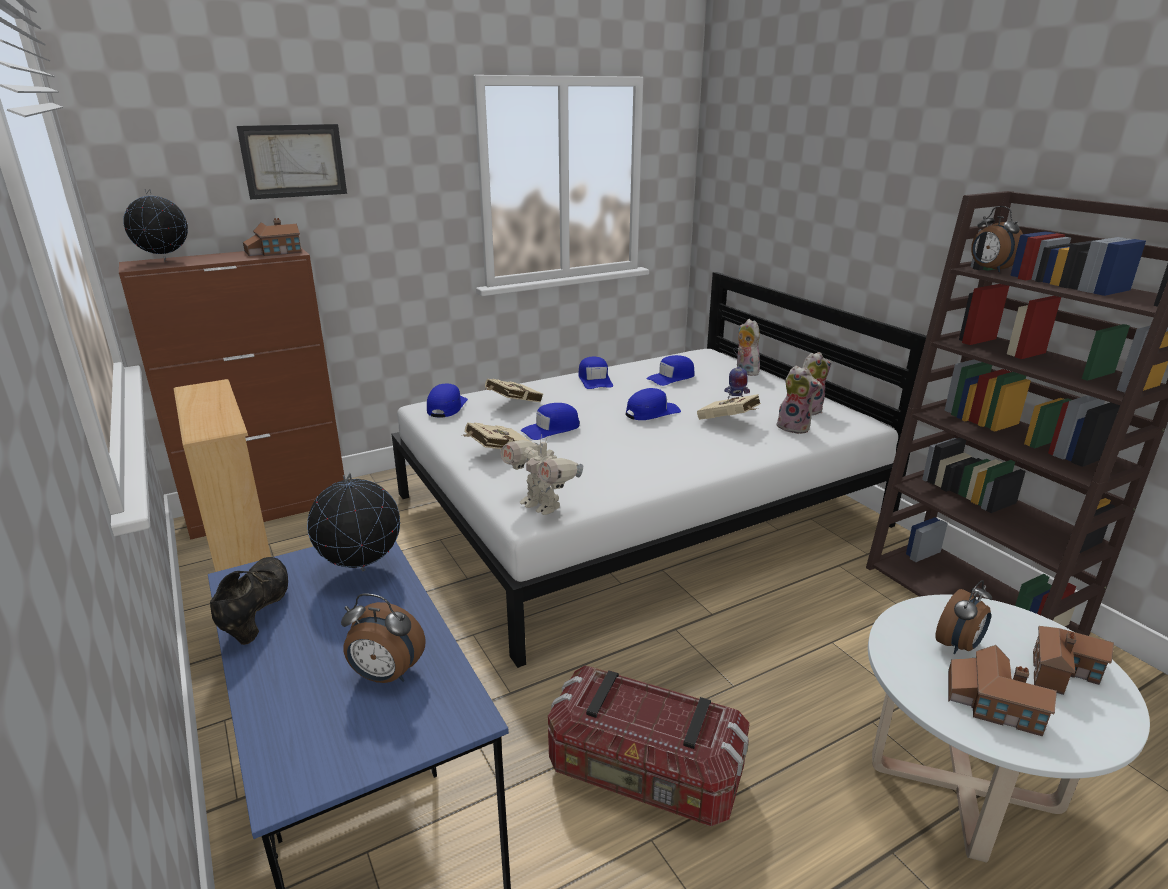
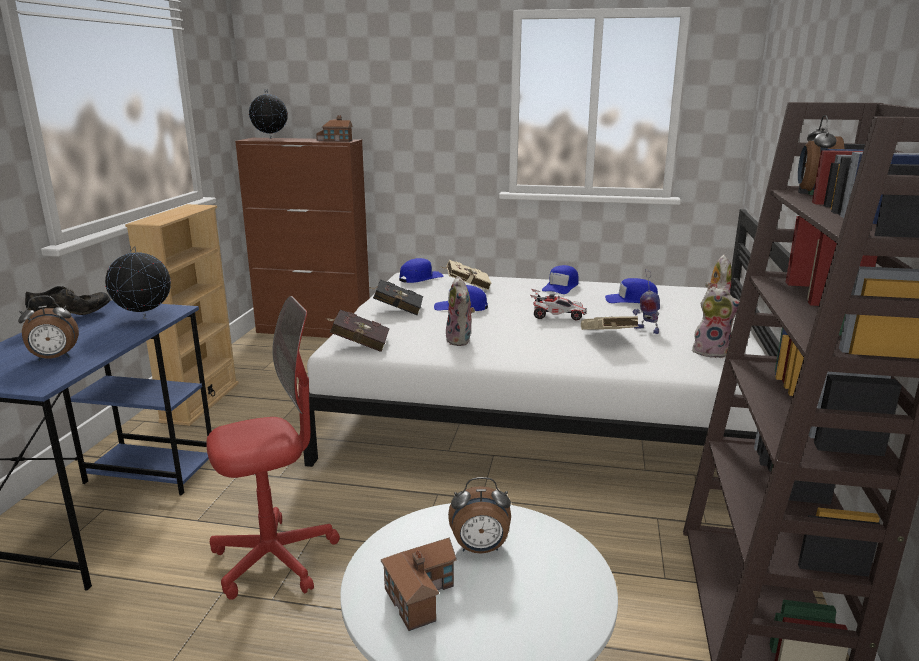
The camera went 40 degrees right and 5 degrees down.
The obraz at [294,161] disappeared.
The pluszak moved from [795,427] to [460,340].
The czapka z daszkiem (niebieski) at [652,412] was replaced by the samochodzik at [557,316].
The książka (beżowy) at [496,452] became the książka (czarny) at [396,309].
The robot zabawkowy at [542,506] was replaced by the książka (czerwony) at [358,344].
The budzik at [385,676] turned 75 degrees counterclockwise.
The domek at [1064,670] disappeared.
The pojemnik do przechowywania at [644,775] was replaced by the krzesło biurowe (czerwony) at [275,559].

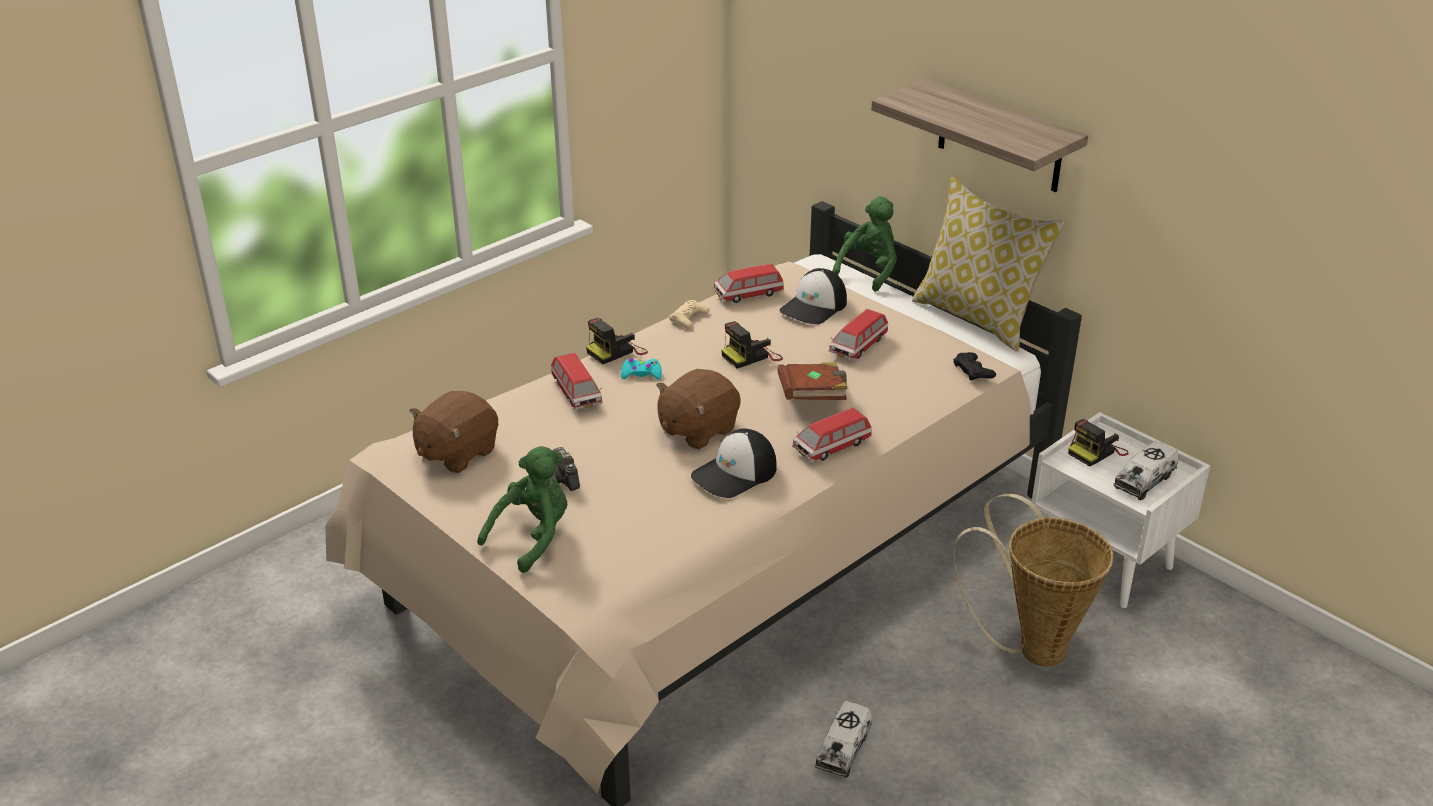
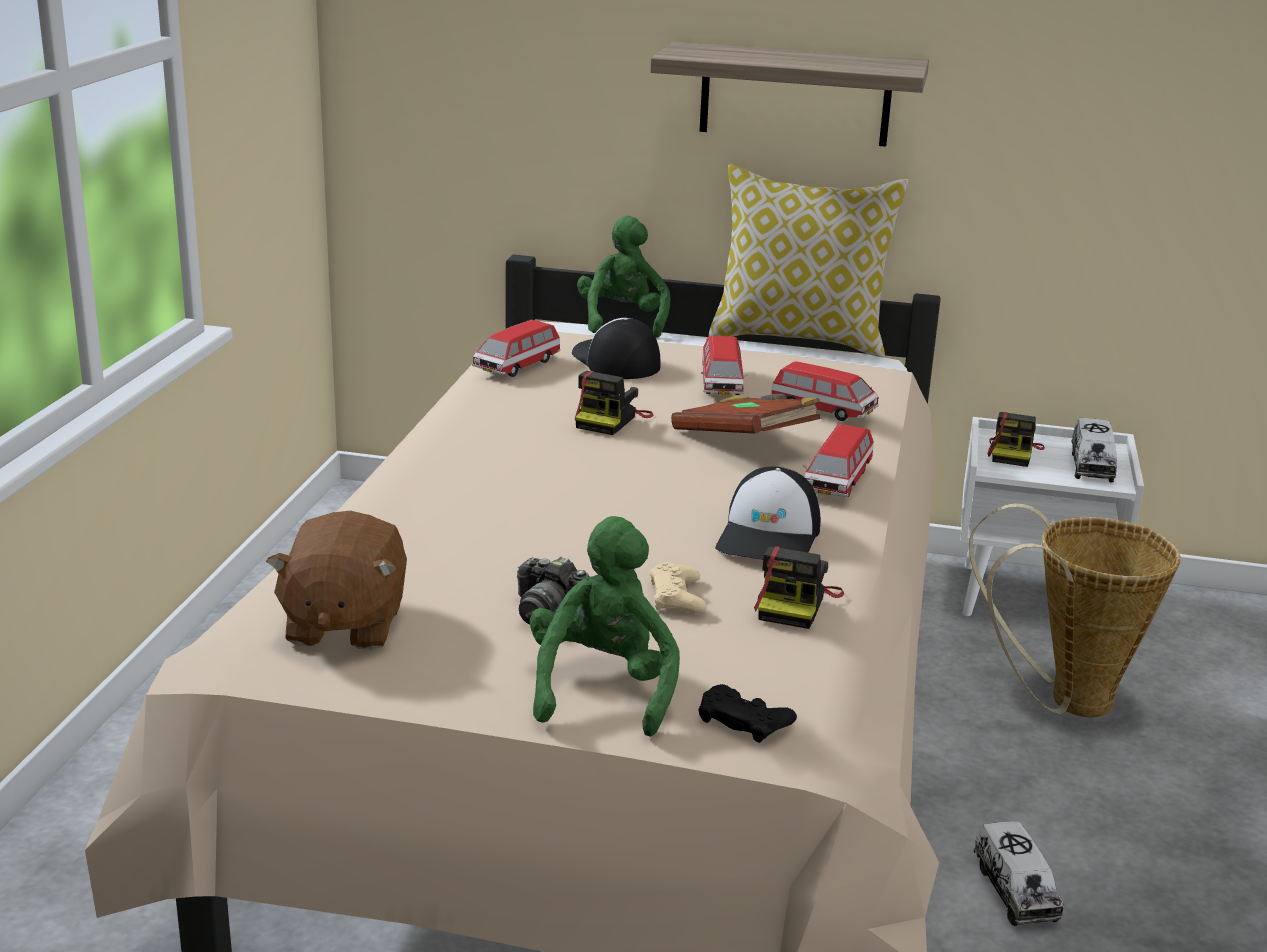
The camera went 35 degrees left and 10 degrees down.
The czapka z daszkiem at [814,307] turned 150 degrees clockwise.
The pad do gier (beżowy) moved from [689,318] to [677,596].
The aparat fotograficzny moved from [616,351] to [795,604].
The pad do gier (czarny) moved from [973,370] to [744,720].
The samochodzik moved from [576,393] to [823,409].
The pad do gier (turkusowy) at [641,374] disappeared.
The pluszak (brązowy) at [697,430] disappeared.

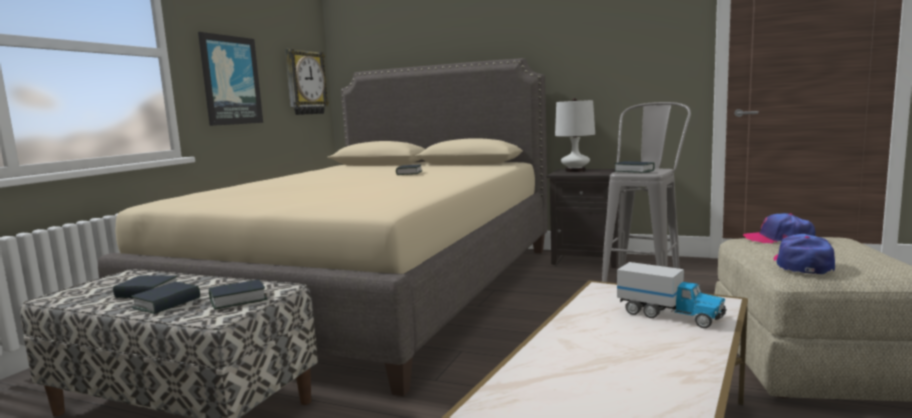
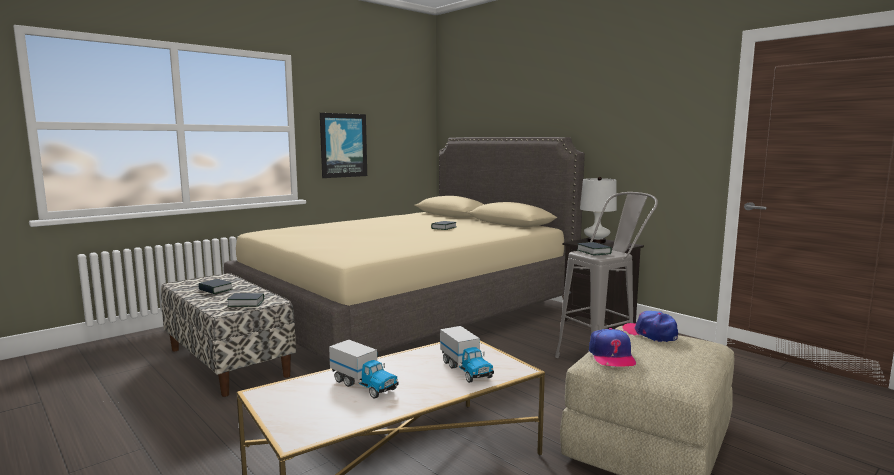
The camera went 25 degrees right and 0 degrees up.
The zegar ścienny at [305,83] disappeared.
The czapka z daszkiem at [802,264] turned 135 degrees clockwise.
The książka at [167,303] disappeared.
The ciężarówka zabawkowa at [364,385] appeared.

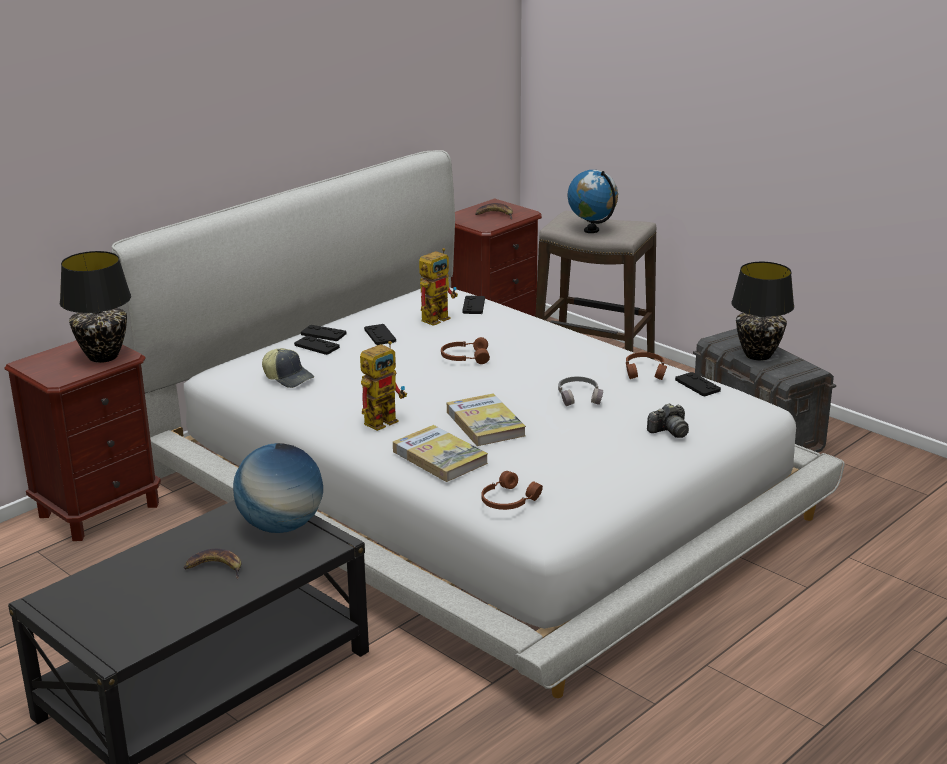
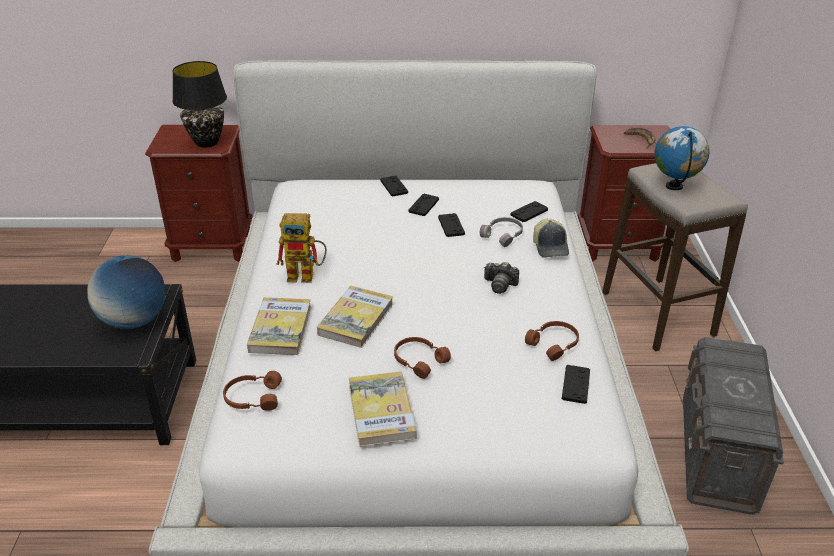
The camera went 45 degrees right and 10 degrees up.
The robot zabawkowy at [438,317] disappeared.
The lampa stołowa (czarny) at [758,355] disappeared.
The pad do gier (czarny) moved from [316,346] to [451,226].
The słuchawki (brązowy) moved from [465,357] to [419,360].
The czapka z daszkiem moved from [288,377] to [551,247].
The słuchawki (szary) moved from [579,396] to [503,235].
The aparat fotograficzny moved from [669,431] to [500,285].
The banan at [216,568] disappeared.
The książka at [381,411] appeared.

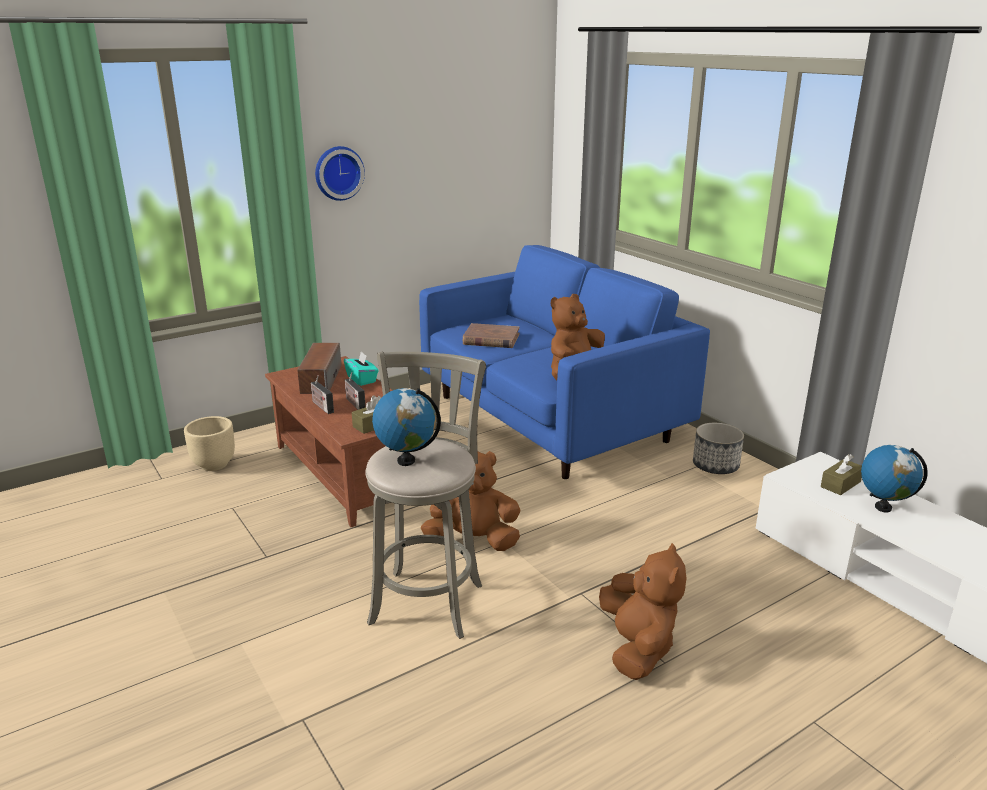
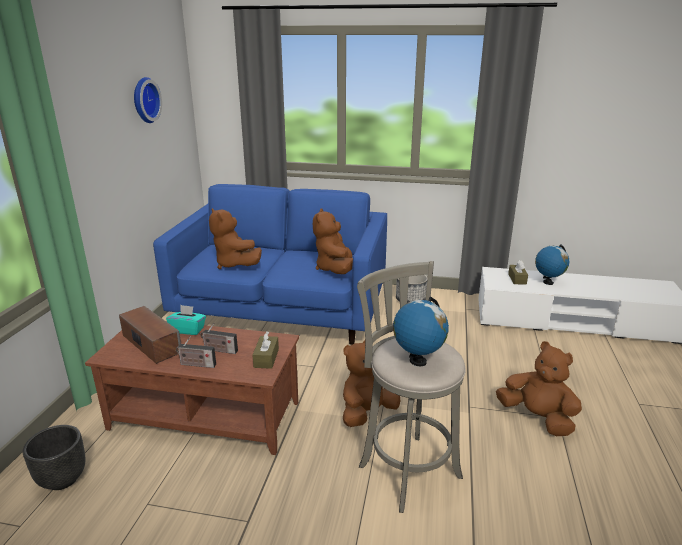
The camera went 45 degrees left and 0 degrees up.
The zegar ścienny moved from [338,173] to [144,100].
The książka (brązowy) at [491,339] was replaced by the pluszak (brązowy) at [235,264].
The donica (beżowy) at [214,465] became the donica (czarny) at [62,479].

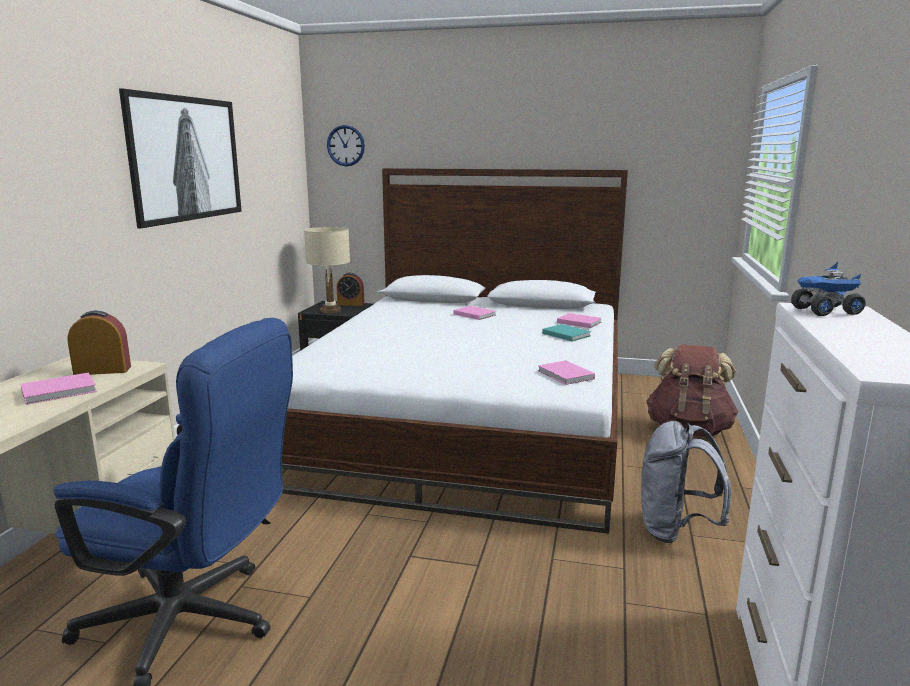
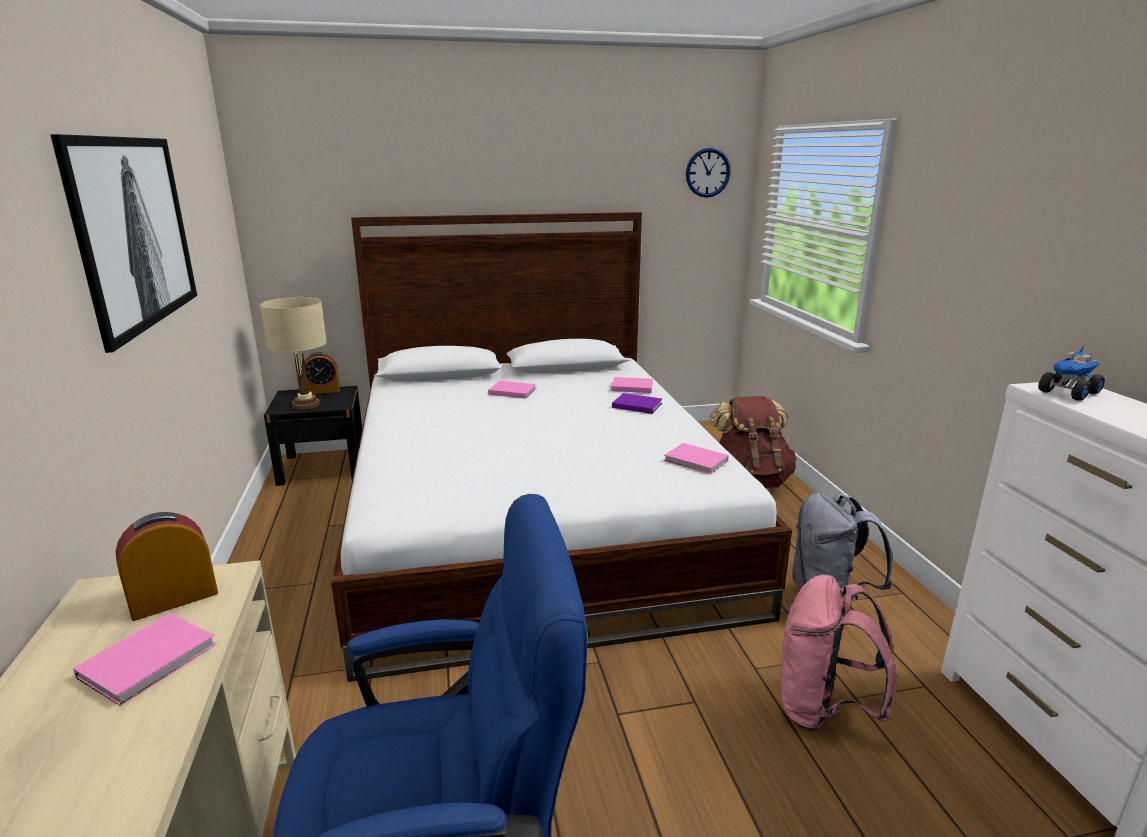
The camera went 25 degrees left and 5 degrees up.
The zegar ścienny moved from [345,145] to [707,172].
The książka (turkusowy) at [566,334] became the książka (fioletowy) at [636,405].
The plecak (różowy) at [823,709] appeared.

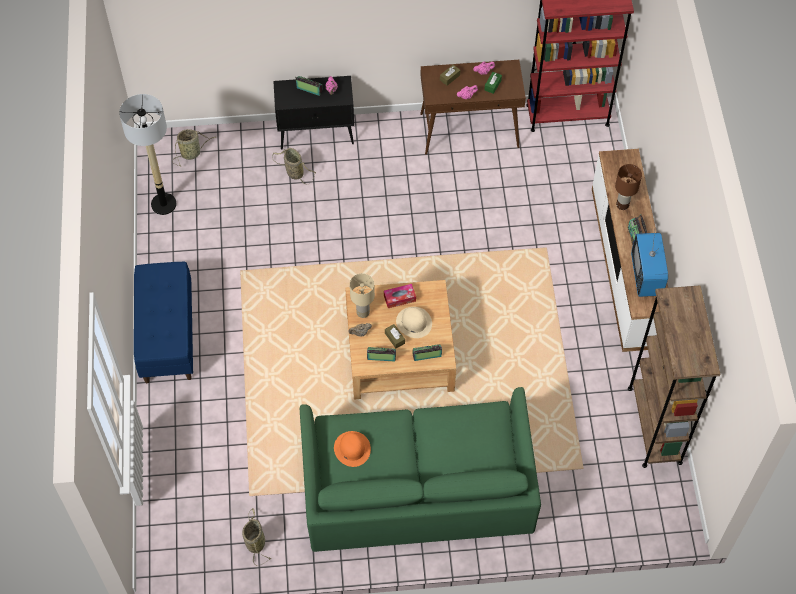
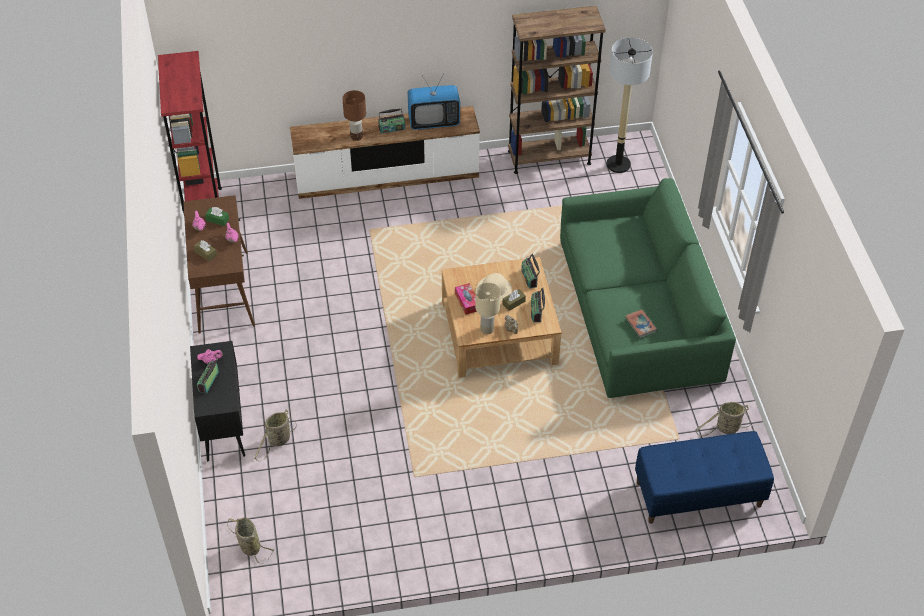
The camera went 95 degrees left and 10 degrees down.
The lampa stojąca moved from [163,204] to [618,164].
The ławka (niebieski) moved from [167,335] to [698,494].
The kapelusz (pomarańczowy) at [352,448] was replaced by the książka at [640,325].

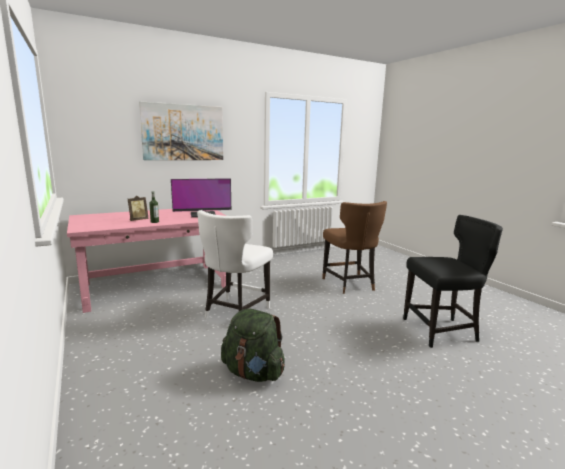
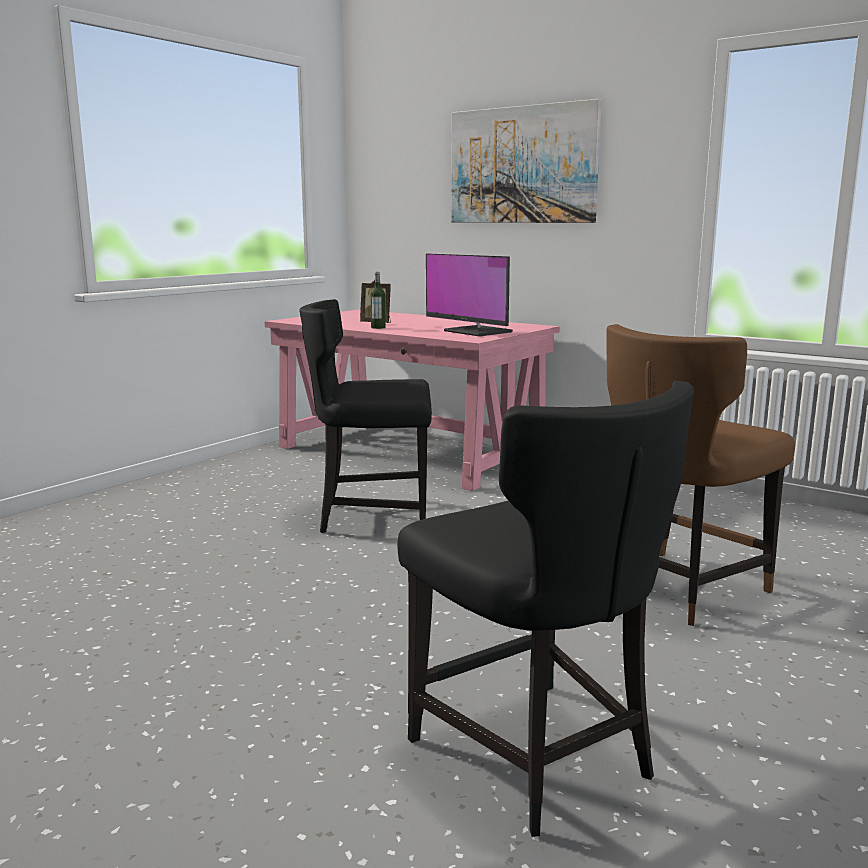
The camera went 65 degrees right and 0 degrees up.
The krzesło (biały) at [235,312] became the krzesło (czarny) at [372,517].
The plecak (zielony) at [253,373] disappeared.

